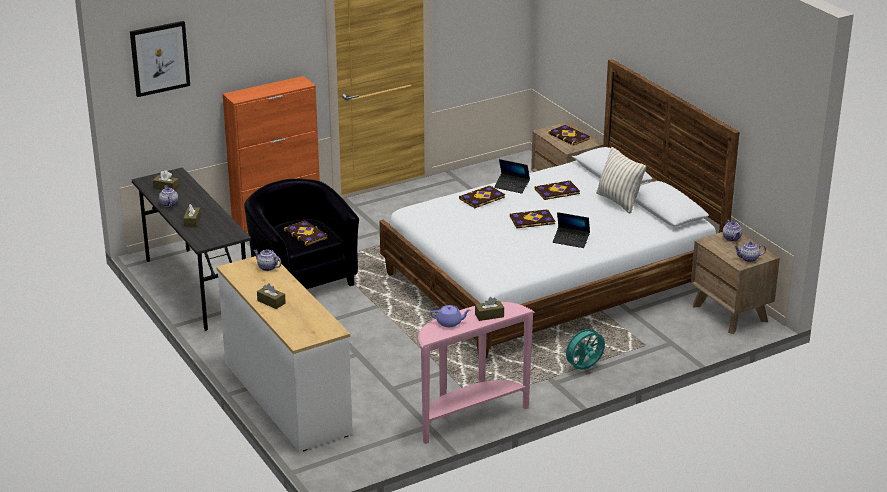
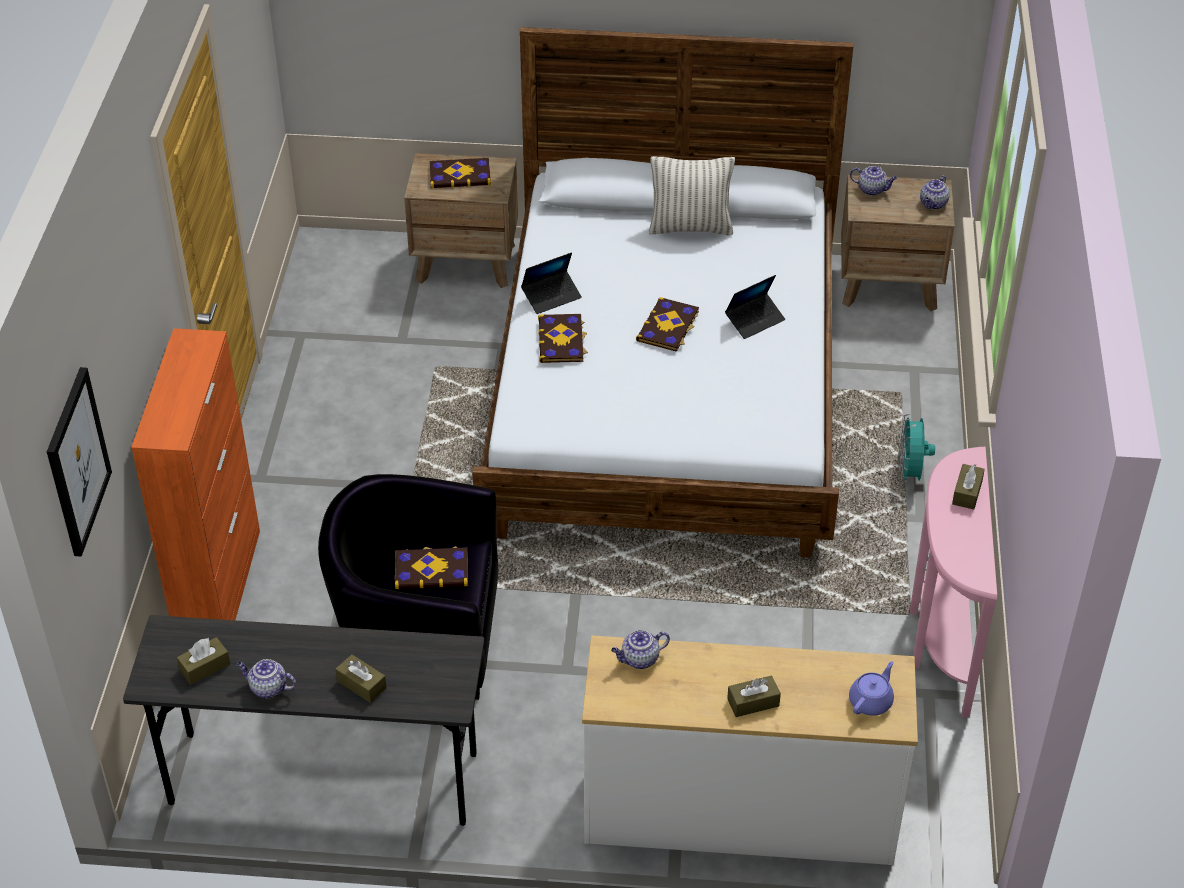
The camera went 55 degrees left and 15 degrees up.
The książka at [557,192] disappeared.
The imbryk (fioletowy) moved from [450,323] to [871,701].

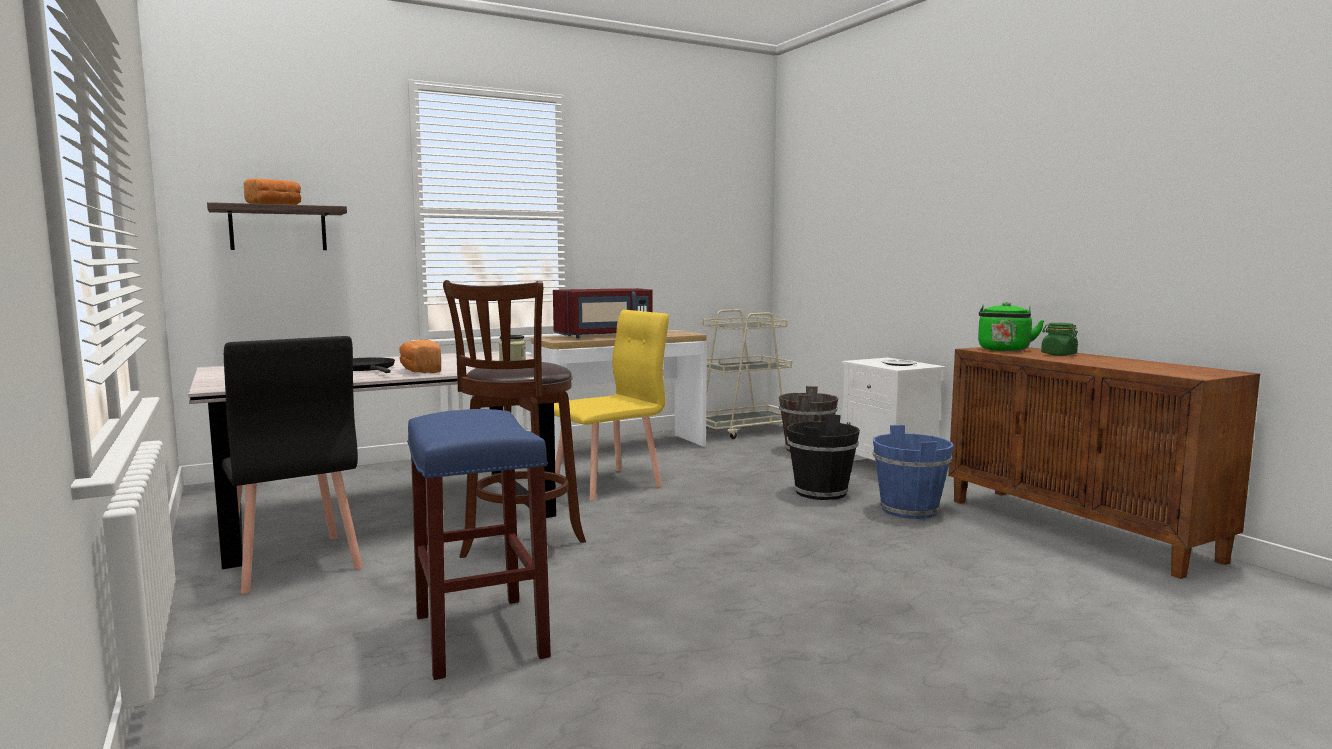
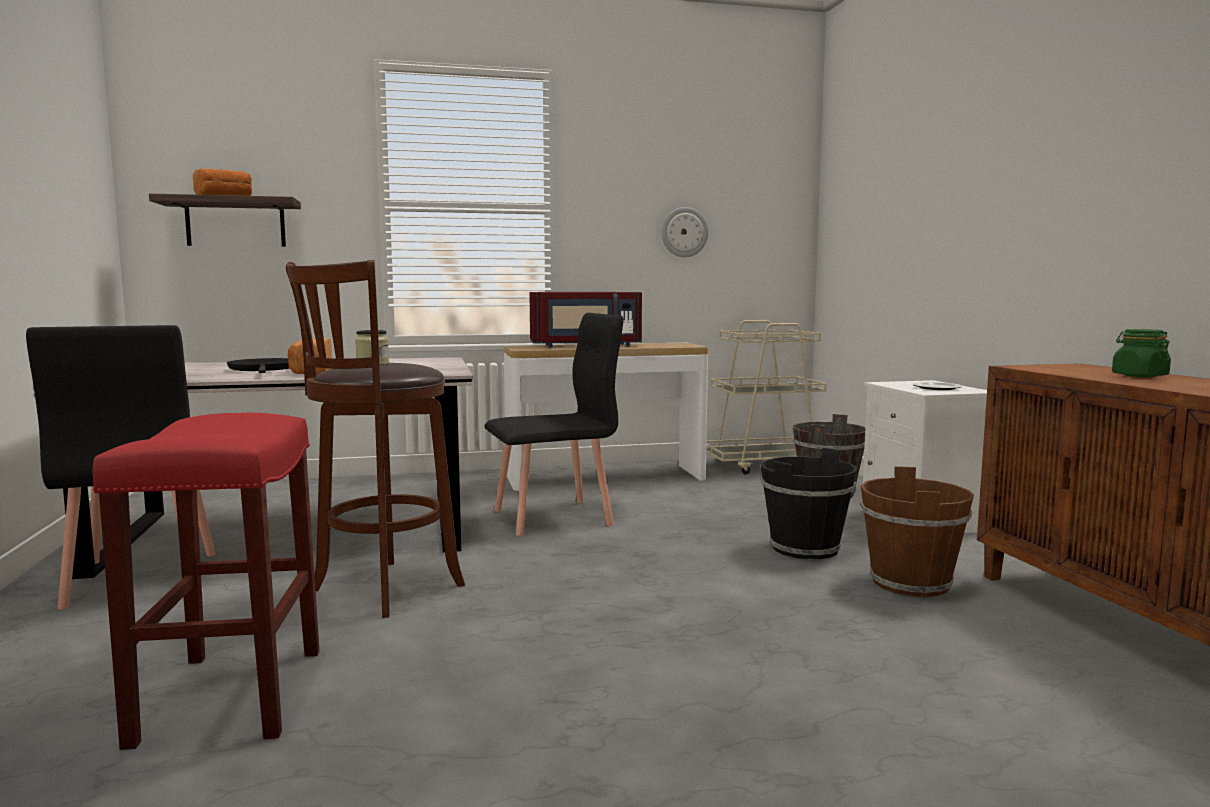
The camera went 15 degrees right and 0 degrees up.
The czajnik (zielony) at [1004,350] disappeared.
The krzesło (żółty) at [608,484] became the krzesło (czarny) at [554,517].
The stołek (niebieski) at [478,635] became the stołek (czerwony) at [230,694].
The wiadro (niebieski) at [909,510] became the wiadro (brązowy) at [911,583].
The zegar ścienny at [684,232] appeared.

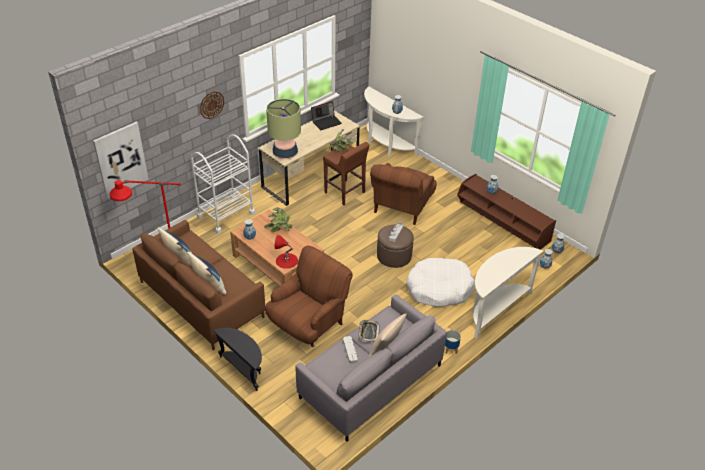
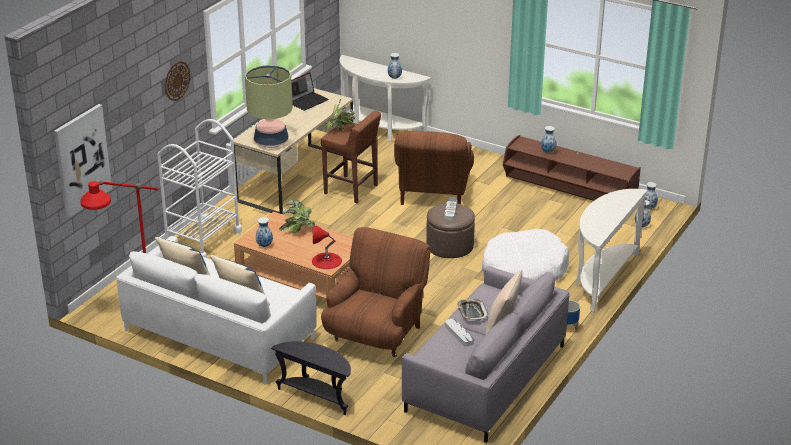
The camera went 15 degrees left and 10 degrees down.
The kanapa (brązowy) at [201,299] became the kanapa (biały) at [219,334].

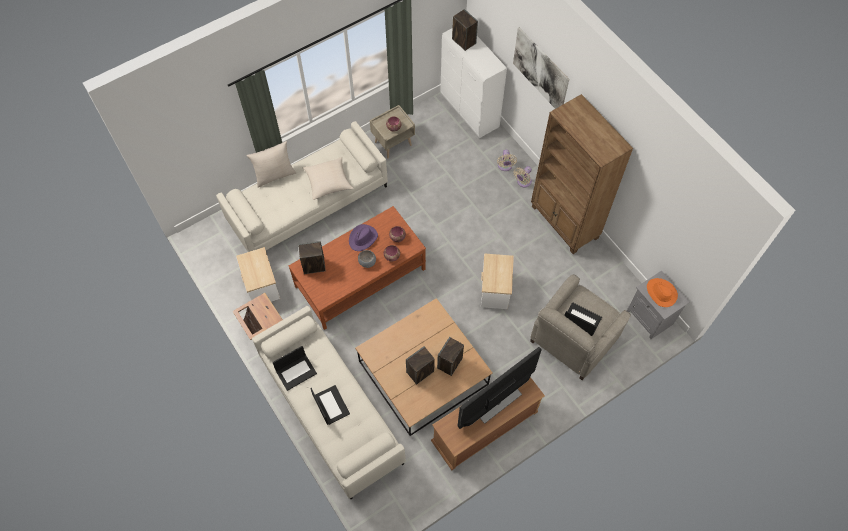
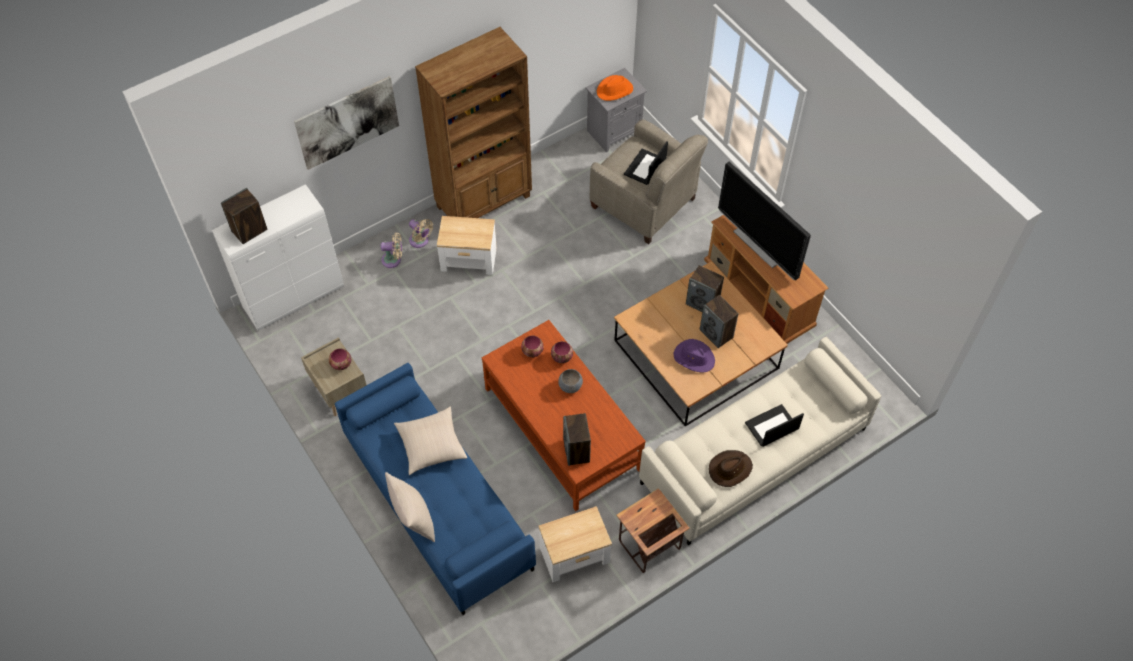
The camera went 90 degrees left and 5 degrees down.
The kanapa (beżowy) at [308,203] became the kanapa (niebieski) at [436,501].
The kapelusz (fioletowy) moved from [363,238] to [694,357].
The stolik moved from [494,289] to [468,260].
The laptop at [296,372] was replaced by the kapelusz (brązowy) at [730,469].

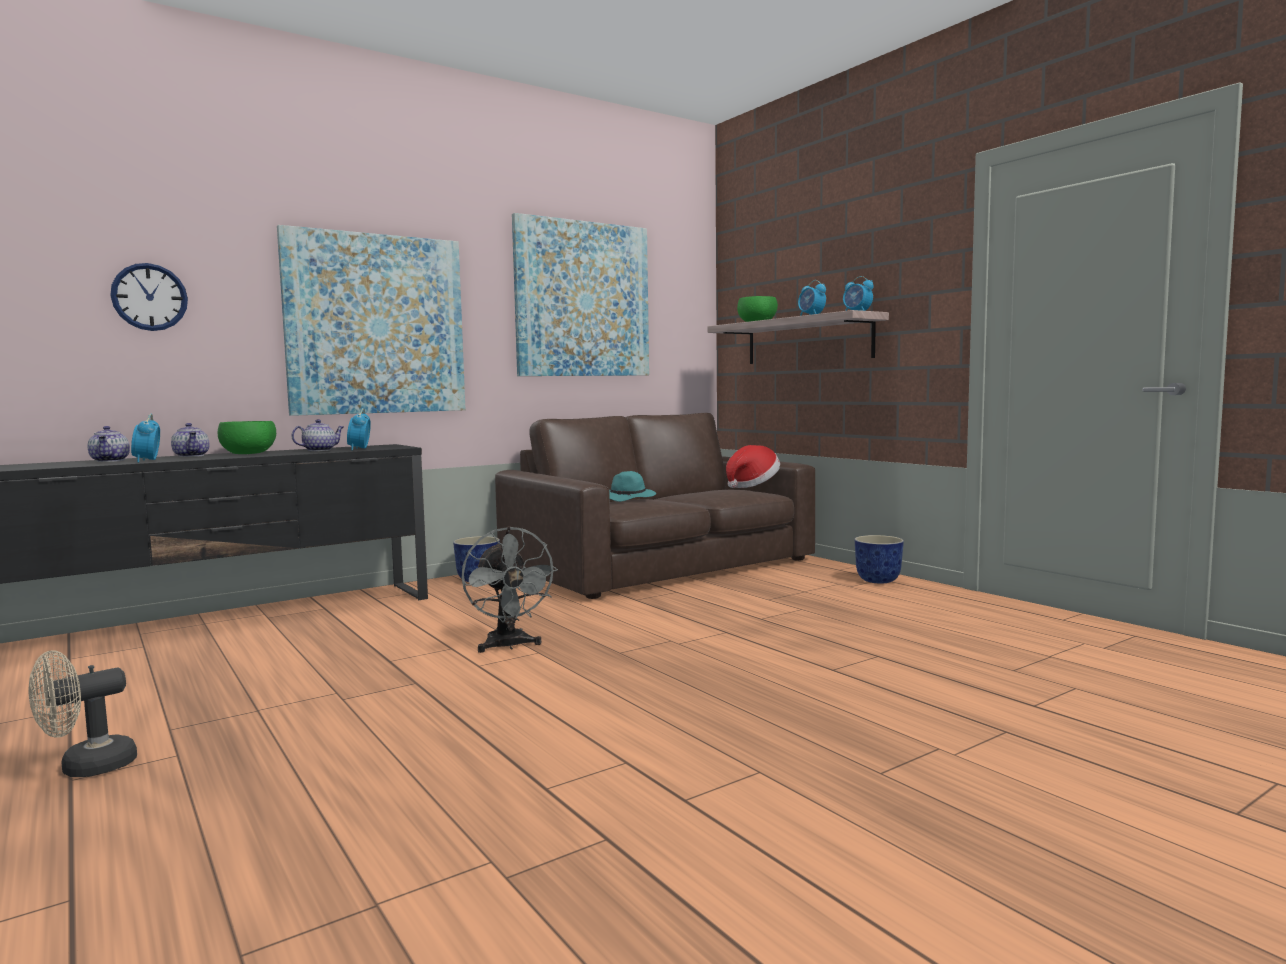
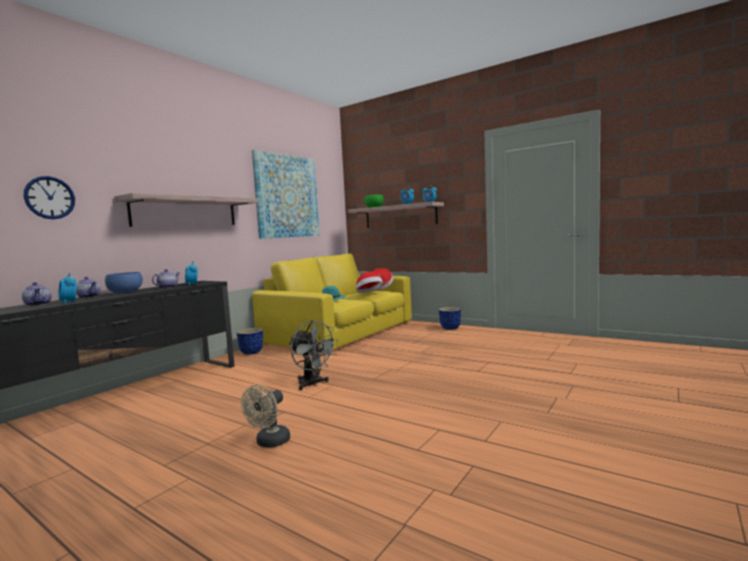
The camera went 20 degrees left and 0 degrees up.
The obraz at [376,324] was replaced by the półka at [185,212].
The kanapa (brązowy) at [660,565] became the kanapa (żółty) at [341,333].
The miska (zielony) at [248,453] became the miska (niebieski) at [125,293].
The wentylator (beżowy) moved from [86,768] to [269,443].
The kapelusz at [369,293] appeared.

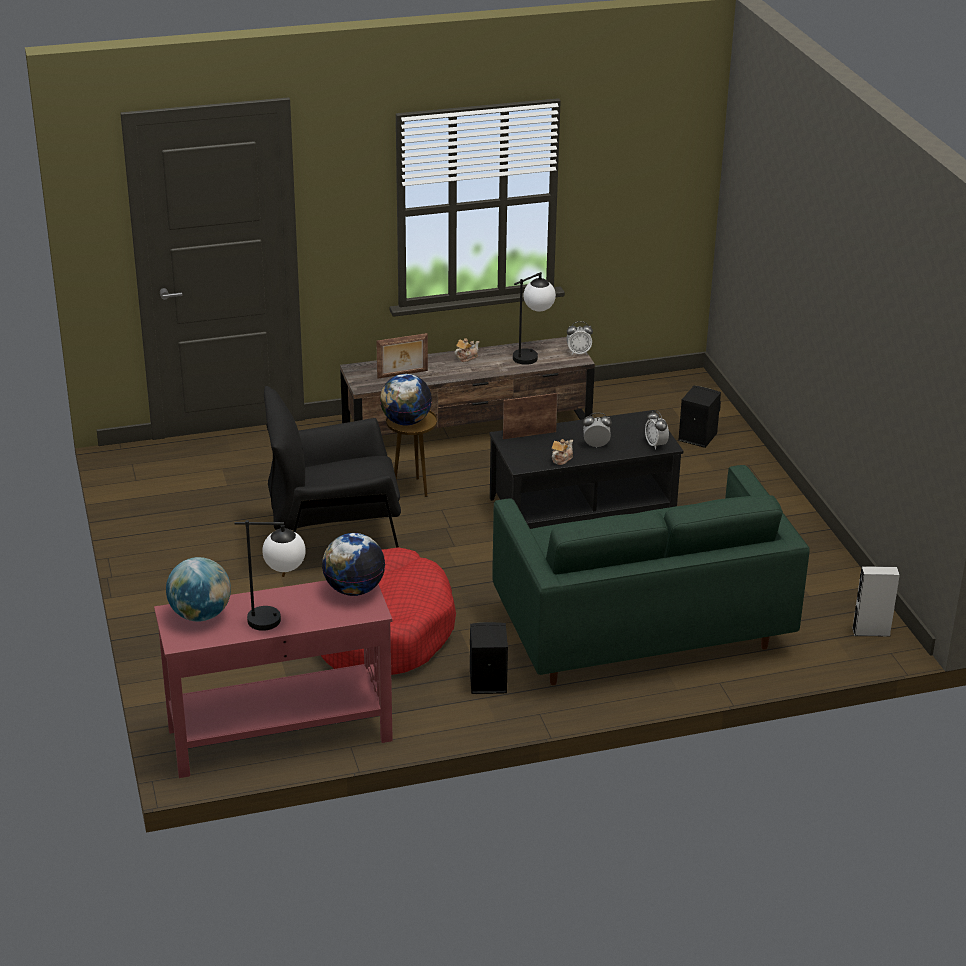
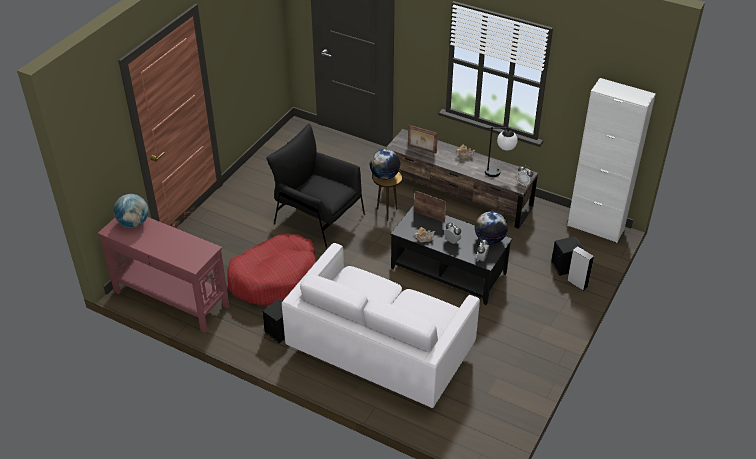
The camera went 45 degrees right and 10 degrees up.
The kanapa (zielony) at [639,628] became the kanapa (biały) at [381,352].
The lampa stołowa at [278,620] disappeared.
The globus moved from [354,589] to [489,239].
The głośnik (szary) moved from [871,631] to [577,283].
The szafka (biały) at [595,227] appeared.

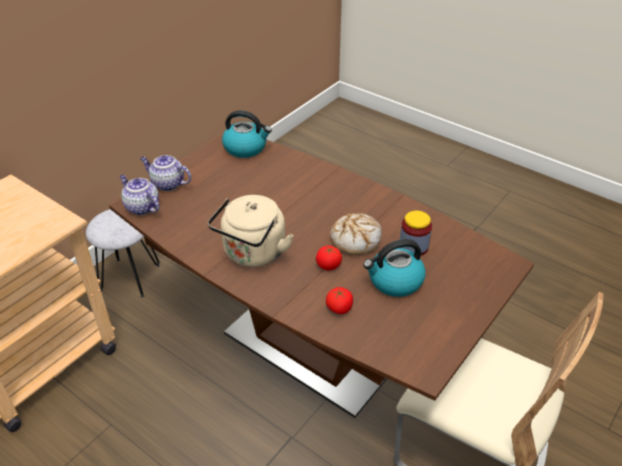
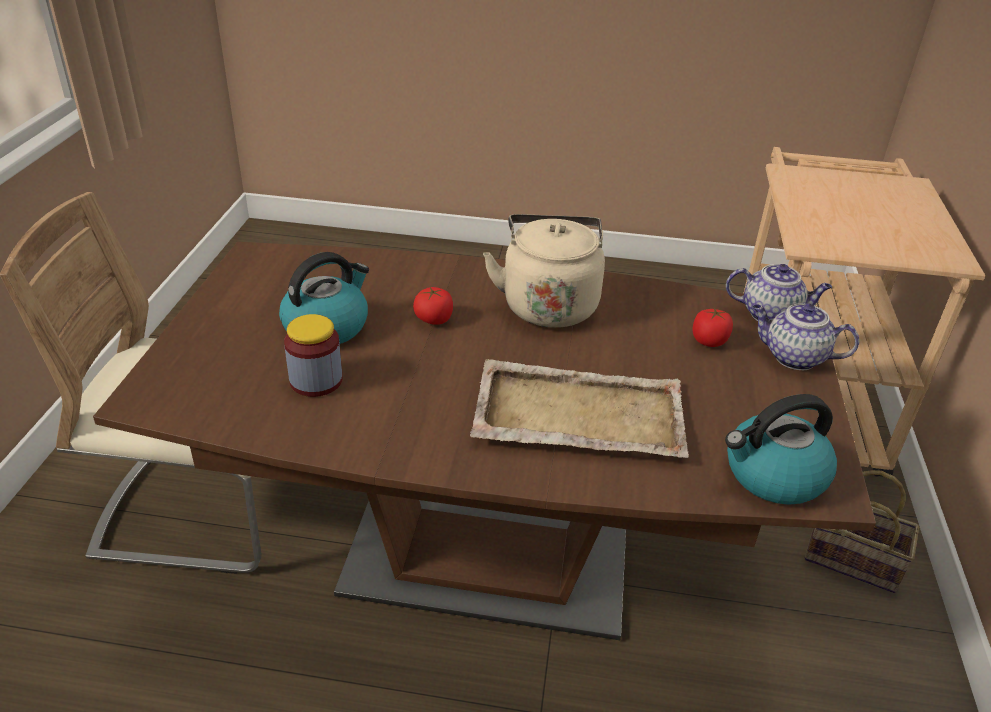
The camera went 150 degrees right and 5 degrees down.
The imbryk at [167,184] turned 150 degrees counterclockwise.
The stołek (szary) at [129,277] was replaced by the koszyk at [855,560].
The chleb at [356,239] disappeared.
The pomidor moved from [339,308] to [709,341].
The taca (beżowy) at [577,414] appeared.

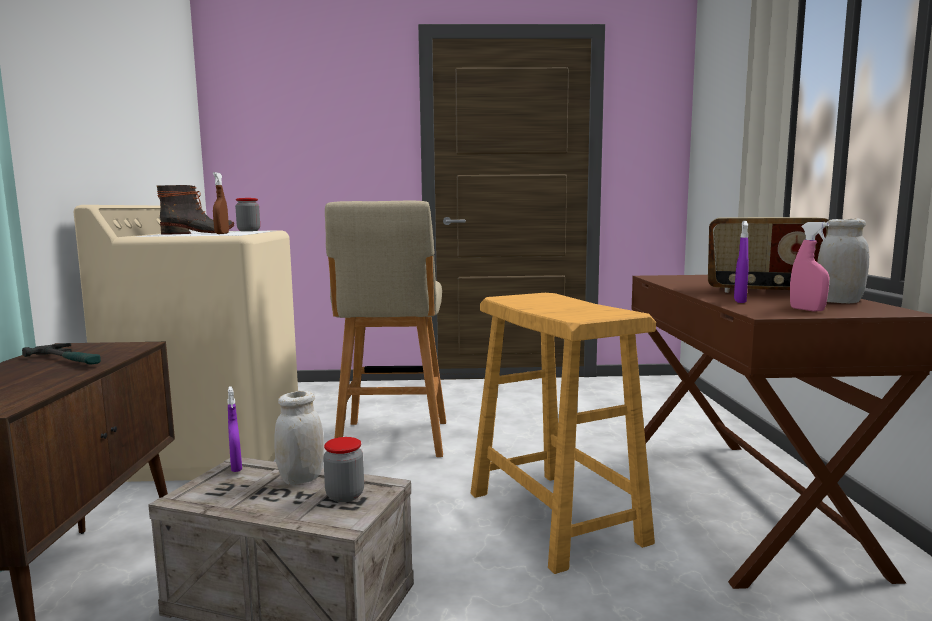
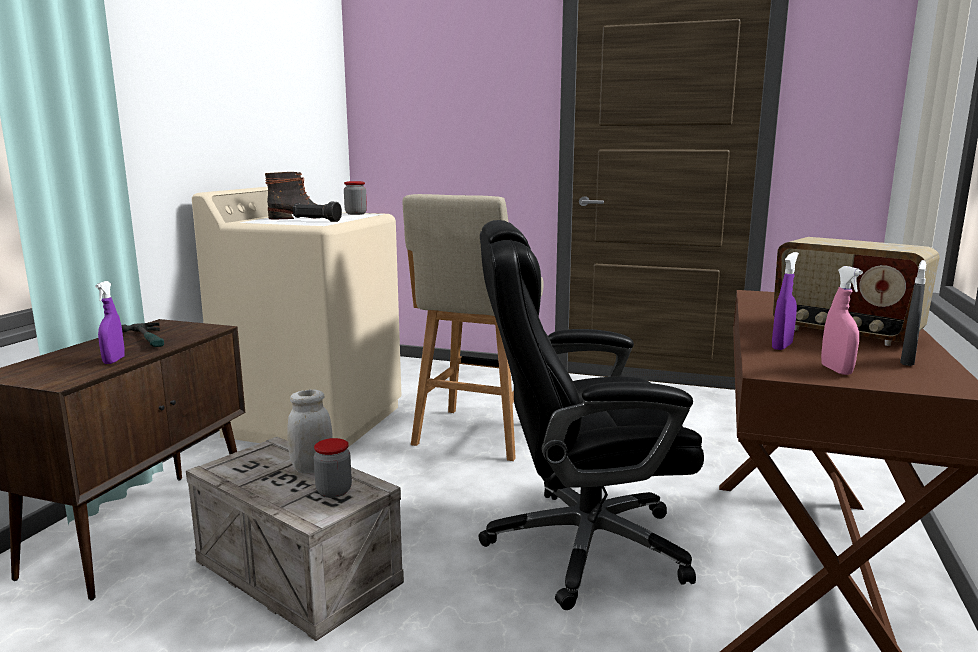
The camera went 20 degrees right and 5 degrees up.
The spryskiwacz (brązowy) at [222,233] was replaced by the latarka (czarny) at [316,221].
The słoik (biały) at [838,302] was replaced by the spryskiwacz (szary) at [907,361].
The stołek (beżowy) at [554,516] was replaced by the krzesło biurowe (czarny) at [581,545].
The spryskiwacz (fioletowy) moved from [236,467] to [114,360].

